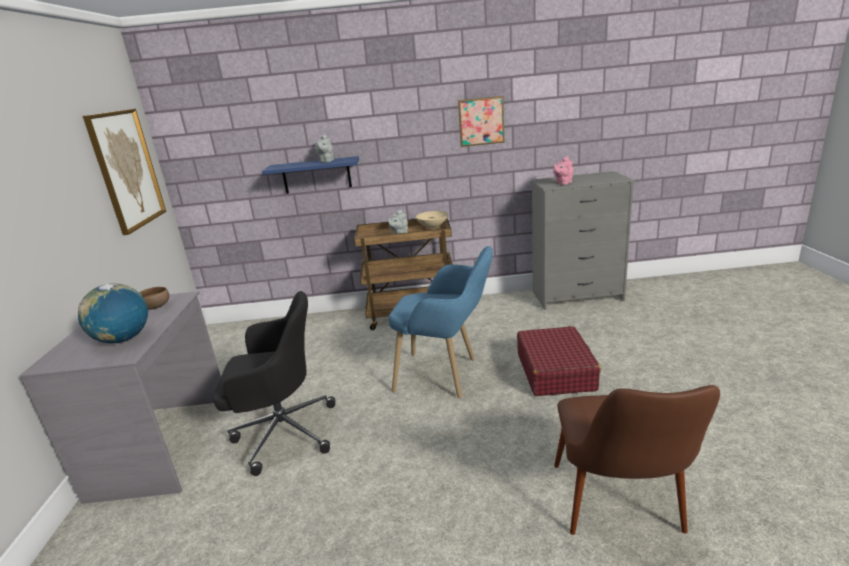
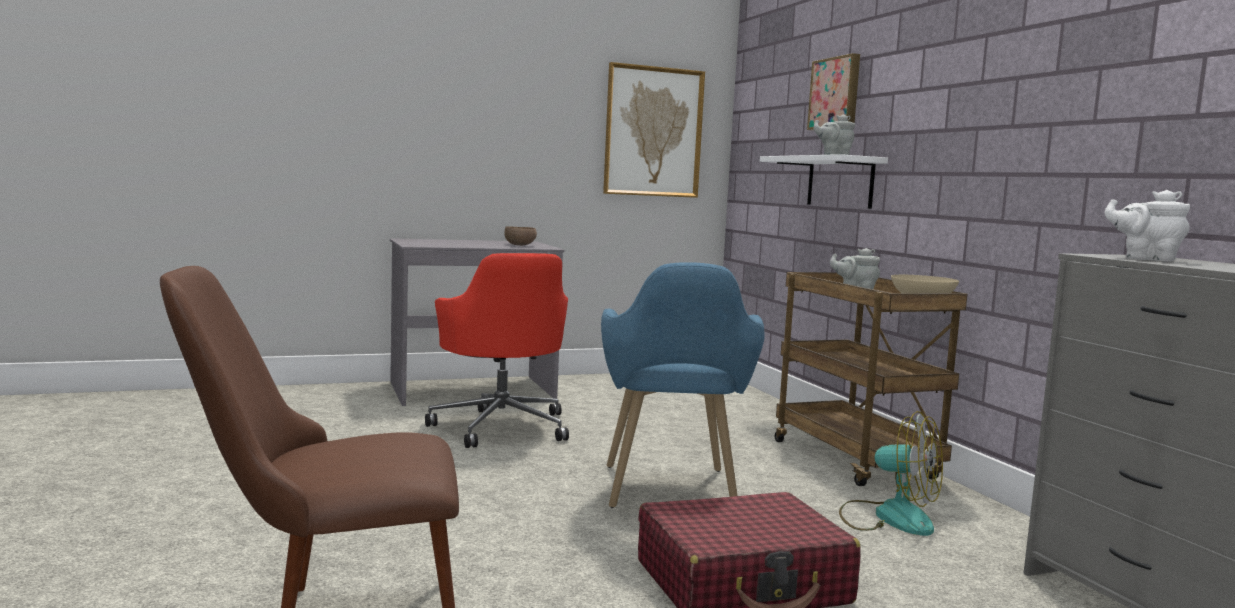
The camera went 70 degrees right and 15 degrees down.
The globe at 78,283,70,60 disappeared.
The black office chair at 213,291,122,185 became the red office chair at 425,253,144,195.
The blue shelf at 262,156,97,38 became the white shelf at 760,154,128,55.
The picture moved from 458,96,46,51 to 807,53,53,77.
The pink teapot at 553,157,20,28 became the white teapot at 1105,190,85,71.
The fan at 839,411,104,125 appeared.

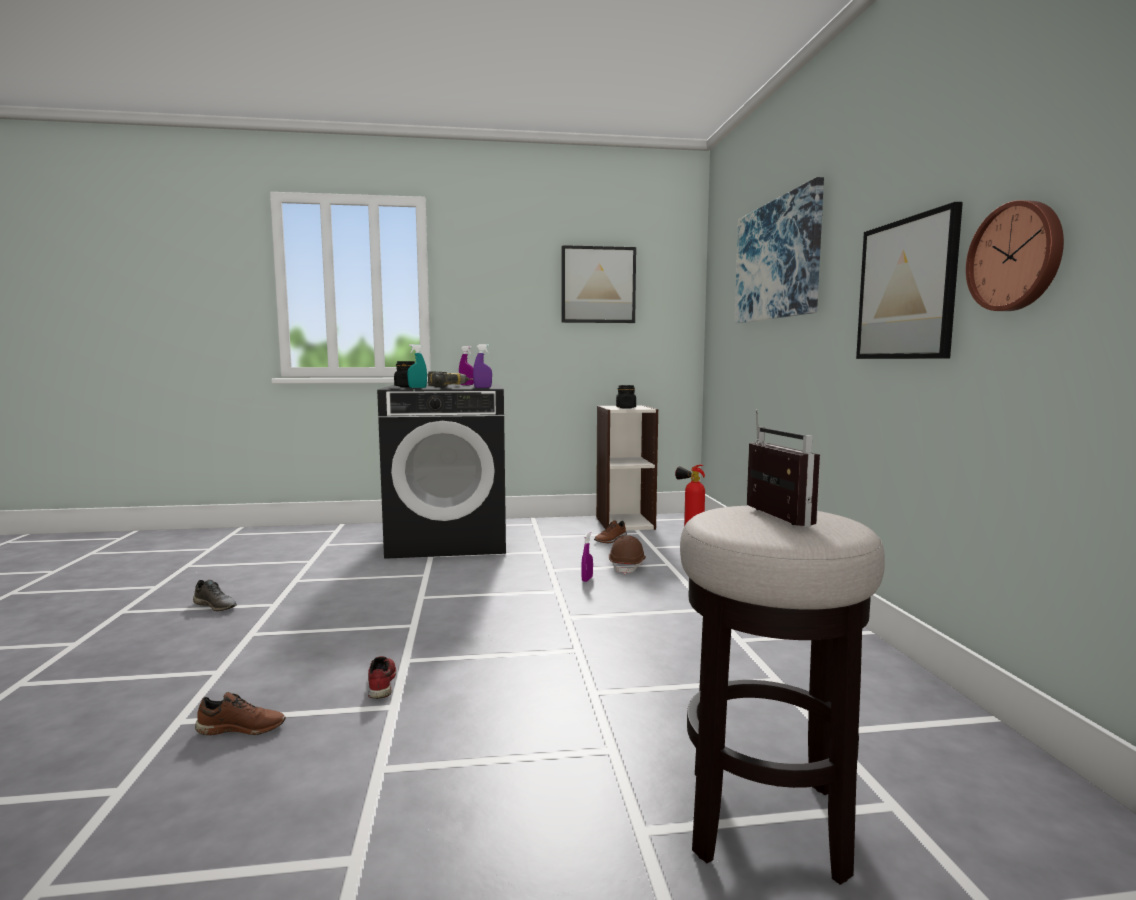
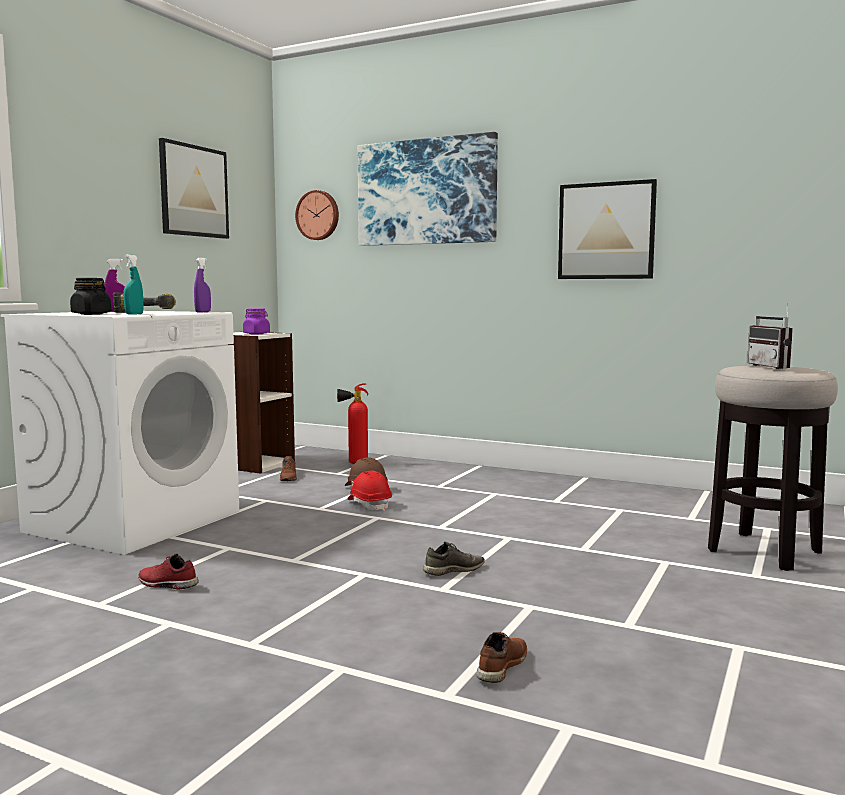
The camera went 55 degrees left and 0 degrees up.
The grey shoe moved from 193,580,44,31 to 423,541,62,35.
The red shoe moved from 368,656,28,43 to 138,553,60,37.
The black washing machine at 377,384,129,175 became the white washing machine at 1,311,238,244.
The purple spray bottle at 581,531,12,51 was replaced by the red hard hat at 348,471,44,40.
The black jar at 616,385,20,24 became the purple jar at 243,308,27,26.
The radio at 747,409,73,118 turned 120 degrees counterclockwise.
The wall clock moved from 966,200,98,111 to 295,190,44,50.

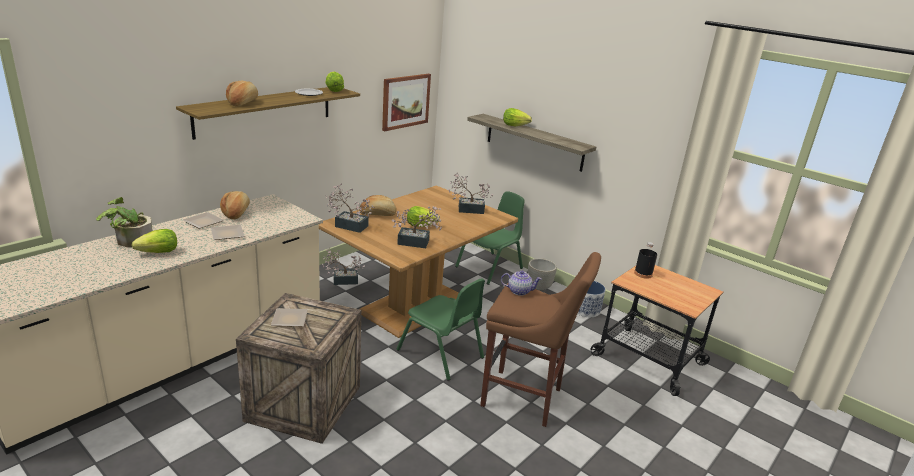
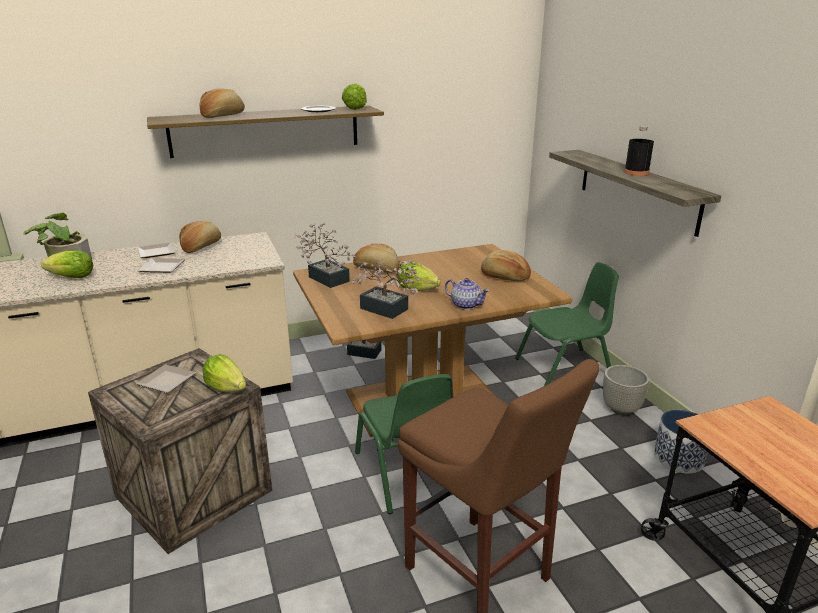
The camera went 30 degrees right and 0 degrees up.
The picture at 382,74,49,57 disappeared.
The potted plant at 449,172,44,42 was replaced by the bread at 481,250,50,31.
The teapot moved from 501,270,41,26 to 445,278,45,32.
The lettuce moved from 503,108,29,18 to 203,354,43,38.
The black bottle moved from 634,242,23,37 to 624,126,30,50.

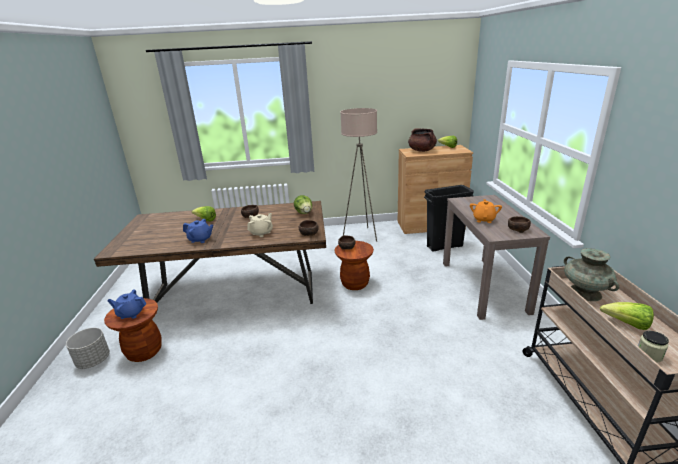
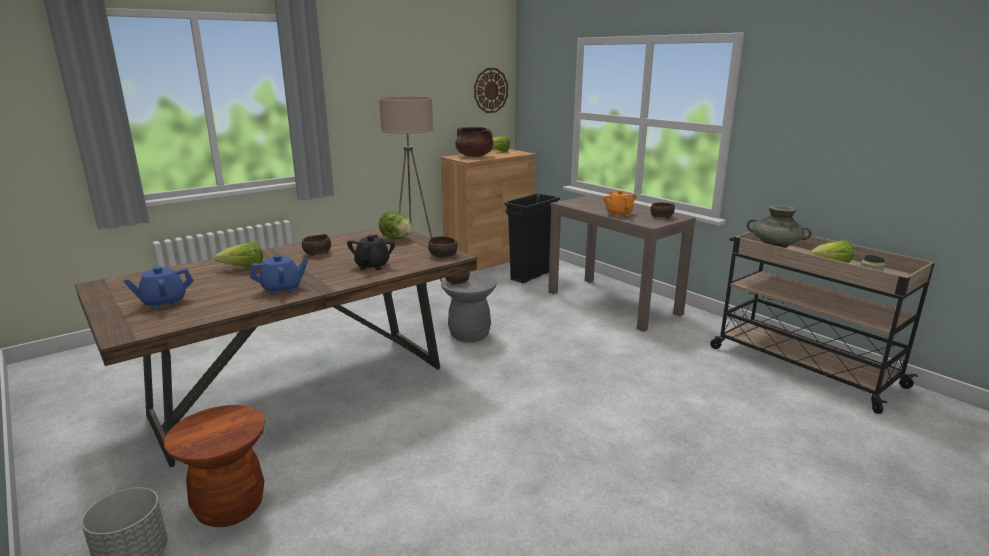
The camera went 35 degrees left and 5 degrees down.
The blue teapot moved from 107,289,40,30 to 123,267,71,42.
The beige teapot at 247,213,26,24 became the black teapot at 347,235,48,35.
The brown stool at 335,241,39,49 became the grey stool at 441,273,56,69.
The wall clock at 474,68,34,45 appeared.

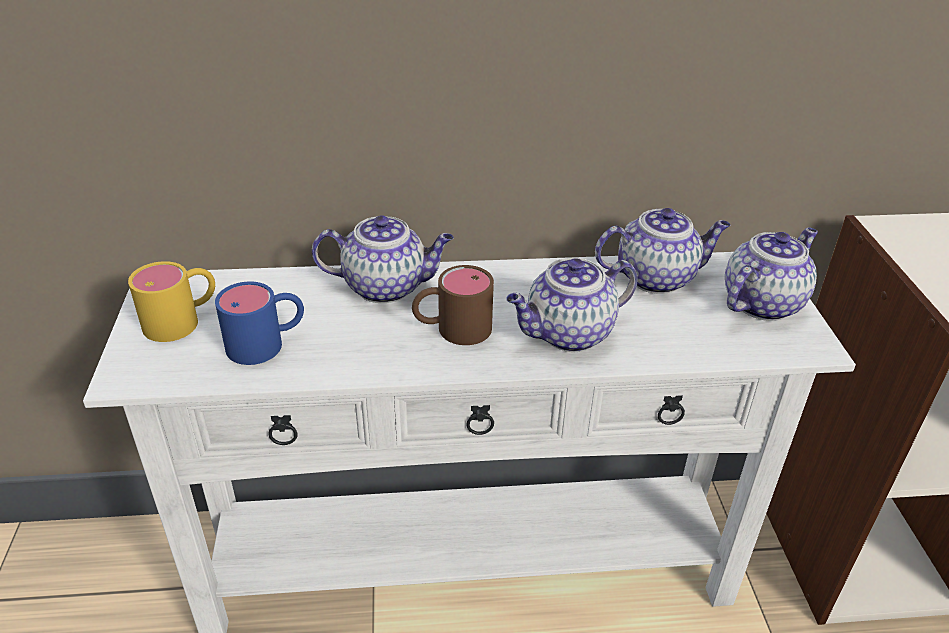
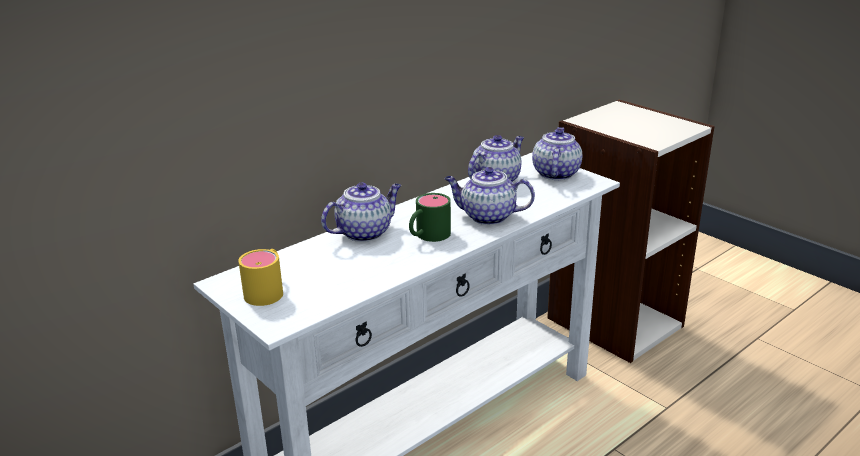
The camera went 35 degrees left and 10 degrees down.
The blue mug at 215,281,89,84 disappeared.
The brown mug at 412,265,82,80 became the green mug at 409,193,42,49.
The teapot at 506,258,131,94 turned 75 degrees clockwise.

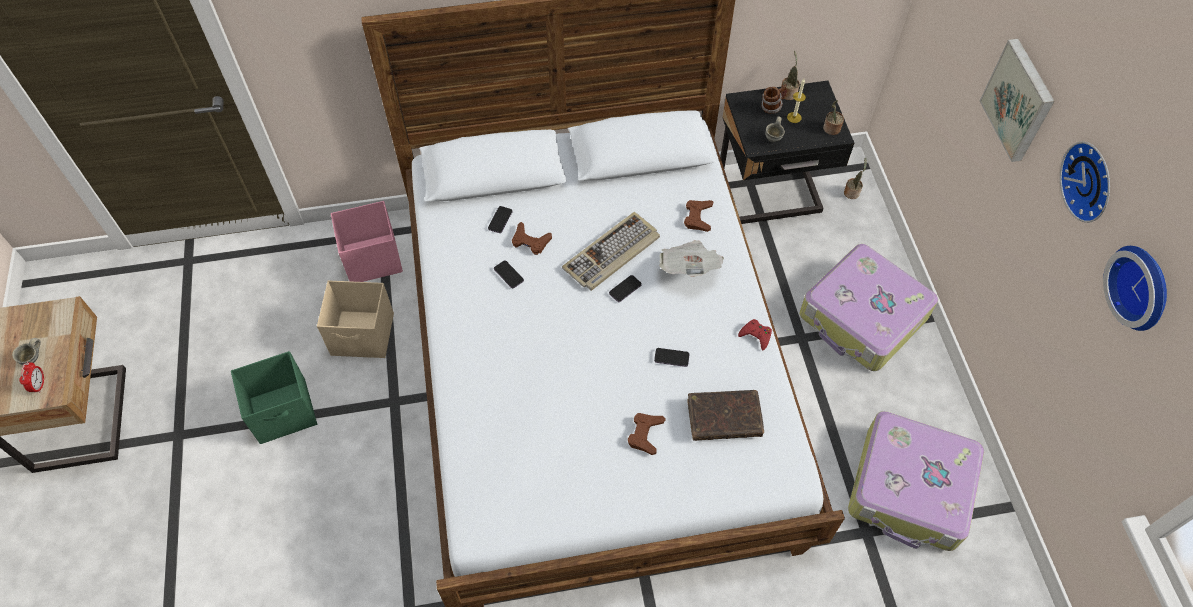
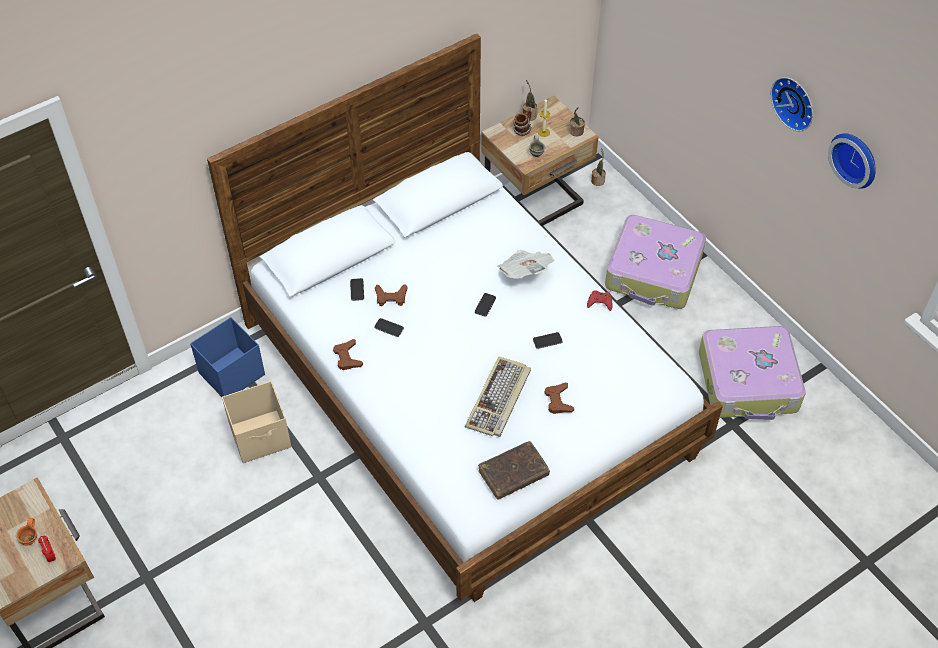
The camera went 25 degrees left and 5 degrees down.
The grey mug at 12,338,29,27 became the orange mug at 16,518,21,28.
The green storage box at 231,351,86,93 disappeared.
The pink storage box at 331,201,72,81 became the blue storage box at 190,317,75,80.
The keyboard moved from 562,212,98,79 to 465,357,66,80.
The brown game controller moved from 684,200,30,32 to 333,339,30,31.
The brown book moved from 688,390,76,51 to 478,441,72,59.
The black nightstand at 720,81,134,143 became the beige nightstand at 481,96,118,131.
The picture at 980,39,75,123 disappeared.

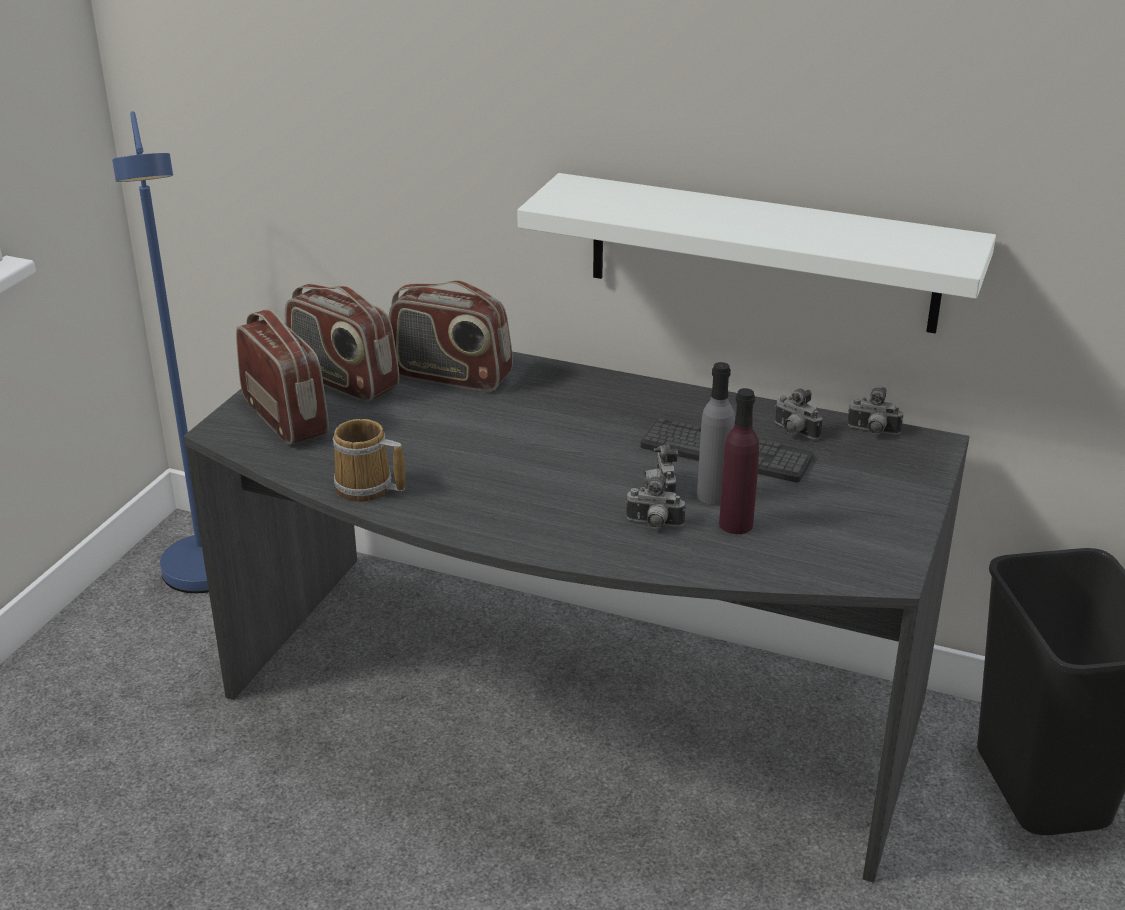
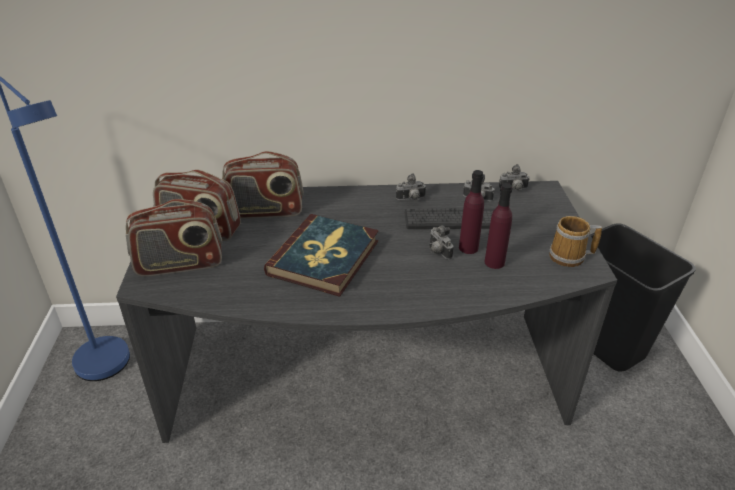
The camera went 25 degrees left and 5 degrees up.
The radio at 236,310,93,135 turned 135 degrees clockwise.
The mug moved from 333,419,73,83 to 549,216,53,51.
The white shelf at 517,173,479,161 disappeared.
The photo camera moved from 625,475,60,53 to 396,173,30,28.
The grey bottle at 697,362,38,143 became the purple bottle at 459,170,25,84.
The book at 264,214,115,83 appeared.

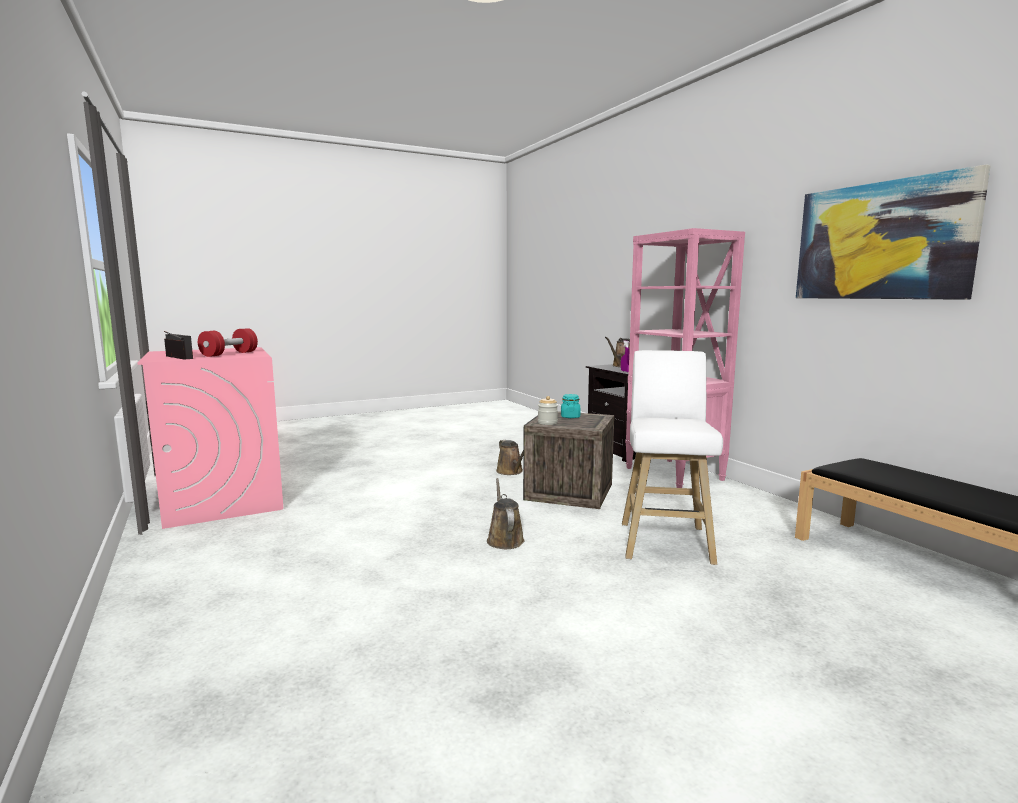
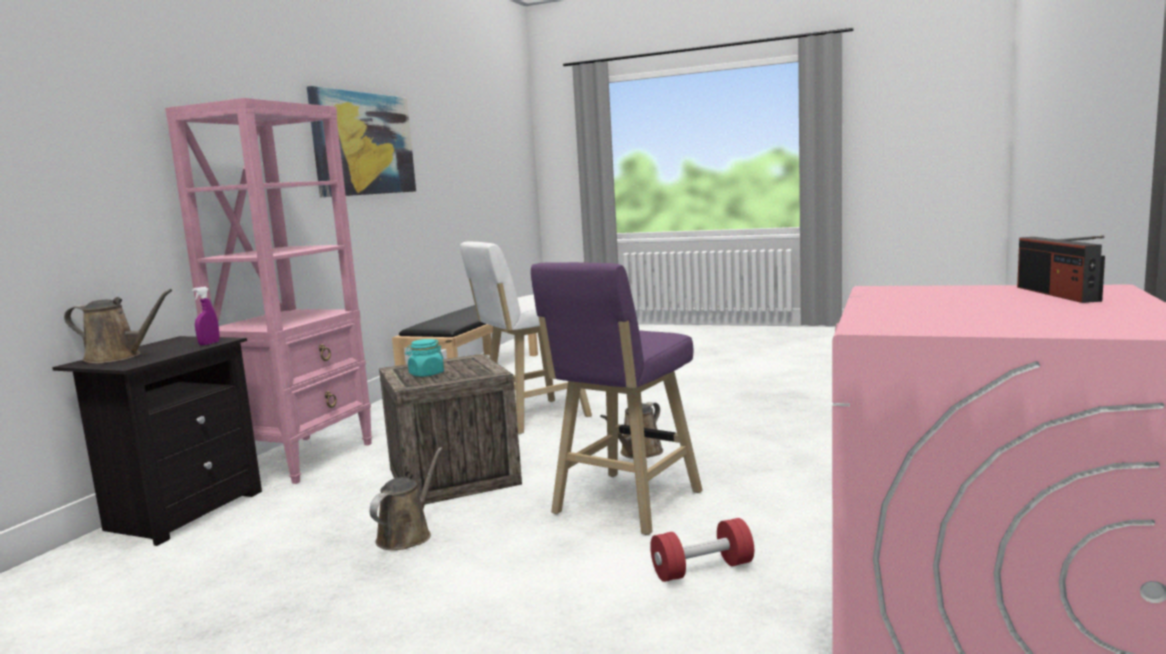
The camera went 130 degrees left and 0 degrees up.
The red dumbbell moved from 198,328,60,29 to 650,518,104,64.
The jar at 538,396,20,29 disappeared.
The purple stool at 531,262,172,273 appeared.

